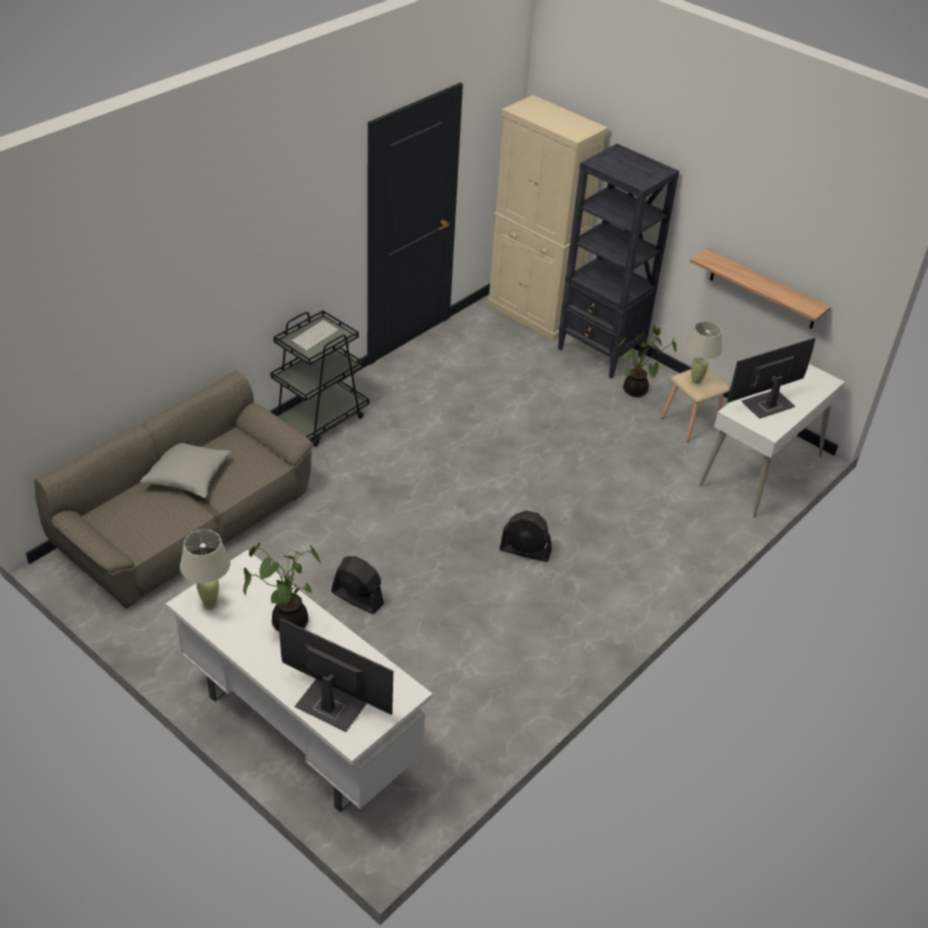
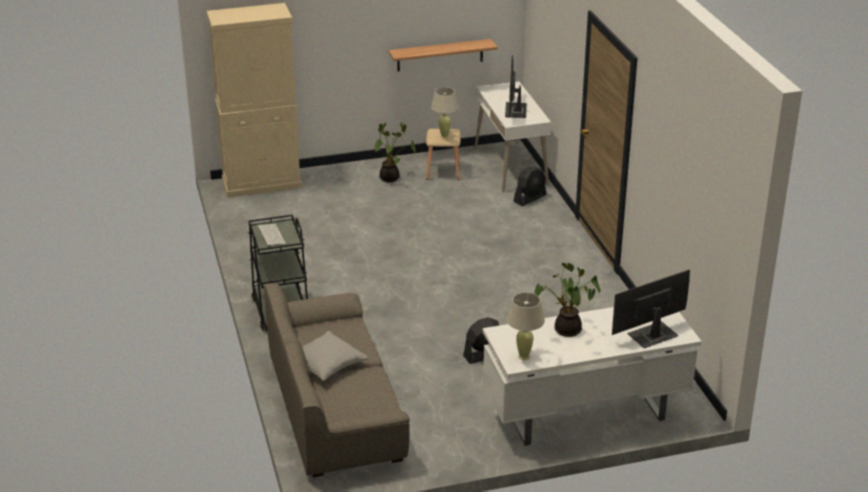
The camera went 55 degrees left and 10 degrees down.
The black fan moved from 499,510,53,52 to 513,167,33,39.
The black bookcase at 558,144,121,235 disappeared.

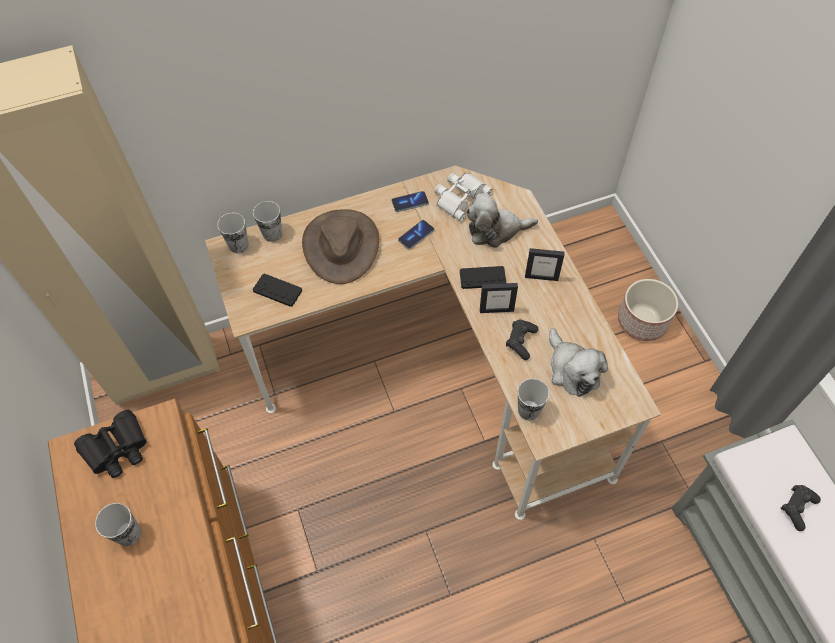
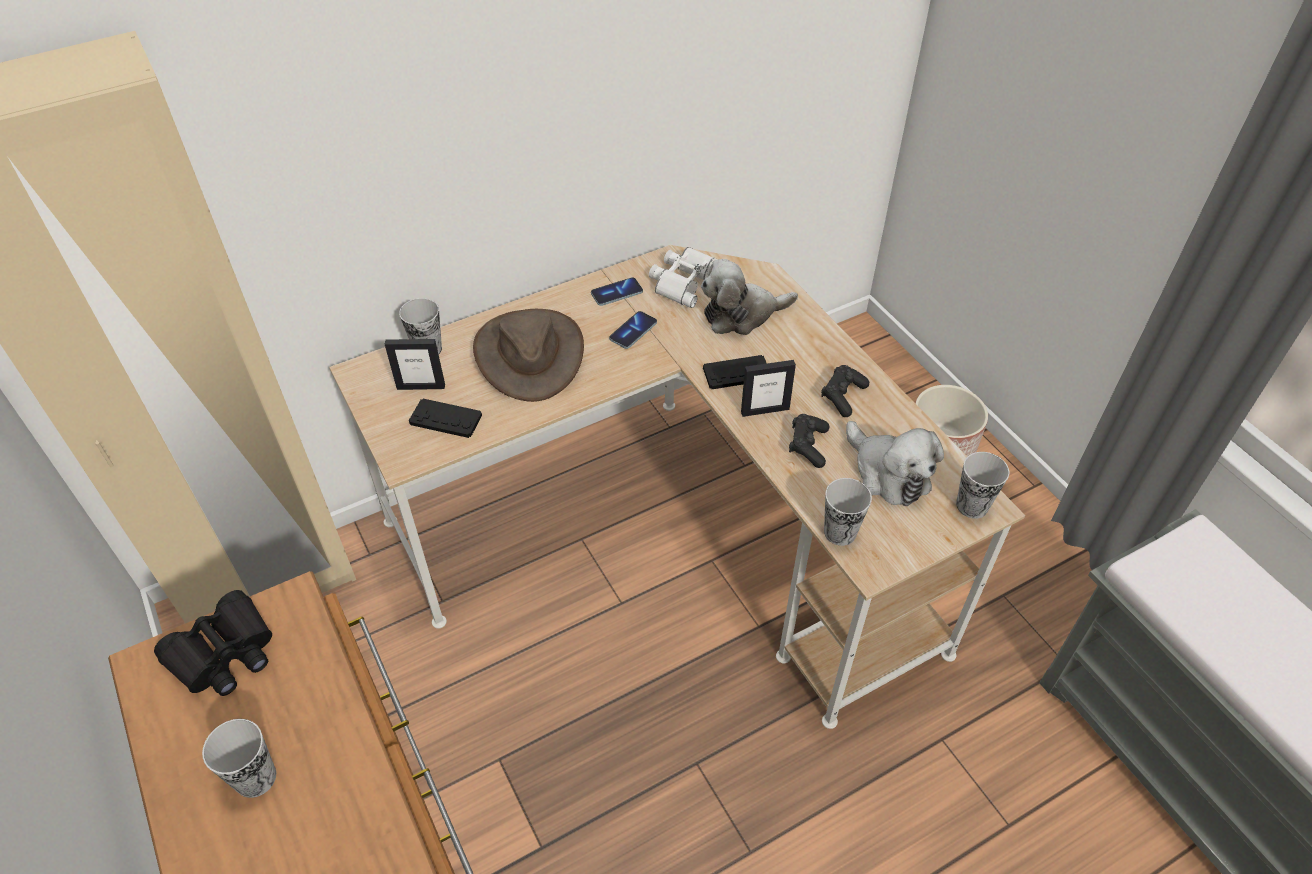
The camera went 10 degrees left and 10 degrees down.
The cup moved from 217,213,32,41 to 956,452,53,67.
The picture frame moved from 525,248,39,33 to 385,339,60,51.
The black game controller moved from 781,485,40,46 to 821,365,48,52.

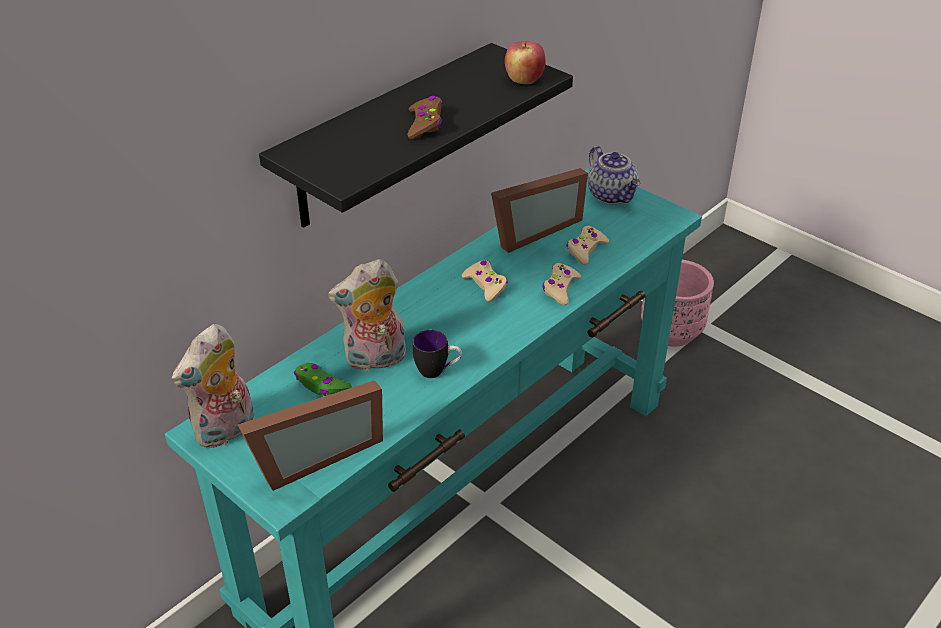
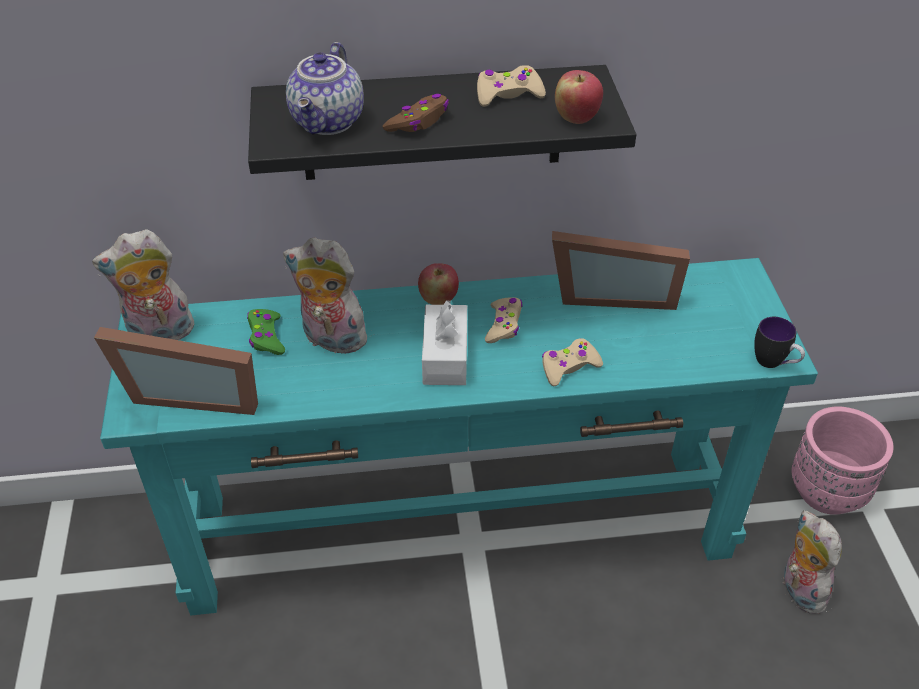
The camera went 40 degrees right and 5 degrees up.
The mug moved from 413,330,49,48 to 754,317,51,51.
The beige game controller moved from 566,226,43,39 to 477,65,69,42.
The teapot moved from 588,146,52,58 to 286,42,78,93.
The apple at 418,263,41,42 appeared.
The white tissue box at 422,300,45,85 appeared.
The plush toy at 781,510,61,104 appeared.

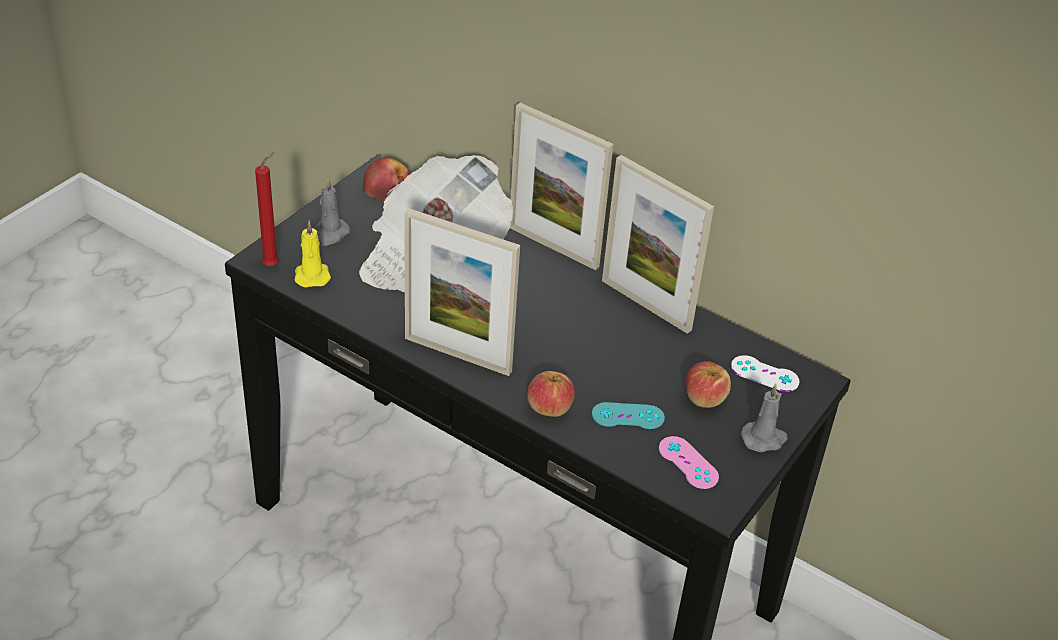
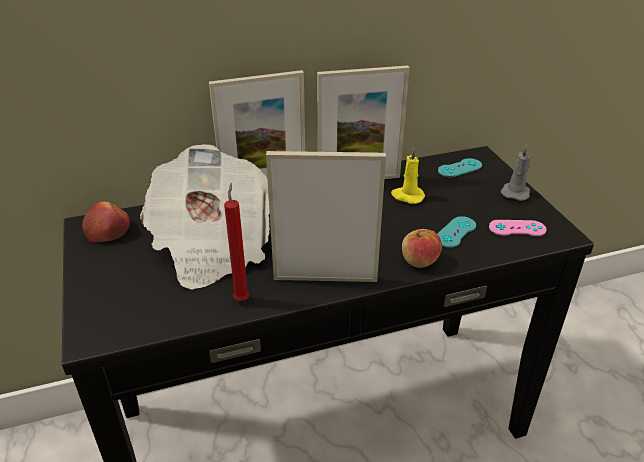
The camera went 50 degrees left and 5 degrees down.
The red candle moved from 255,153,24,113 to 224,183,25,118.
The yellow candle moved from 295,221,36,67 to 391,148,34,56.
The grey candle at 314,178,36,68 disappeared.
The picture frame at 404,208,116,168 turned 150 degrees counterclockwise.
The apple at 686,361,45,47 disappeared.
The white game controller at 731,355,68,37 became the turquoise game controller at 438,158,44,19.

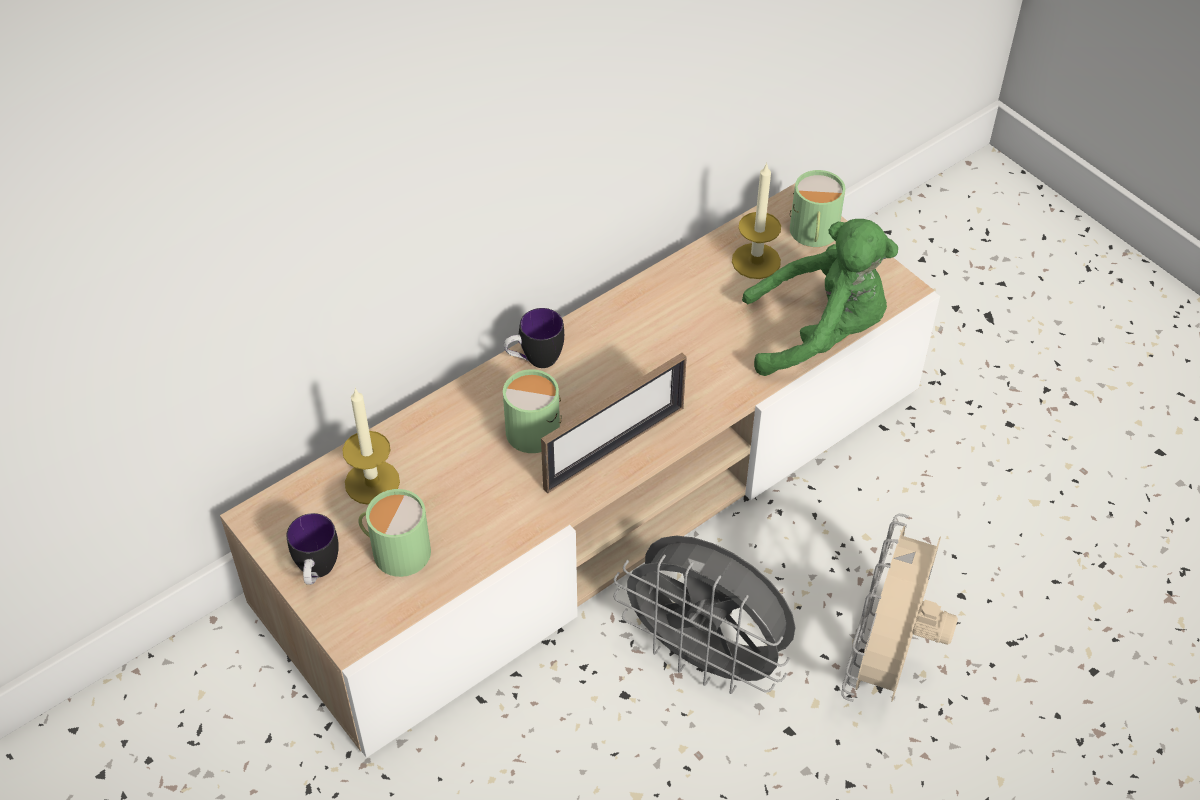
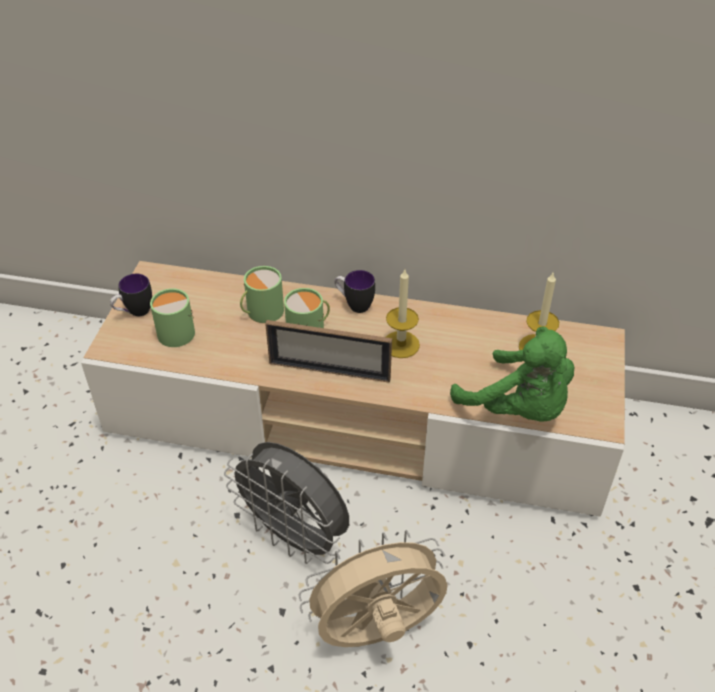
The camera went 50 degrees right and 5 degrees down.
The candle moved from 342,387,58,118 to 386,270,34,88.
The grey fan at 613,536,183,158 turned 45 degrees counterclockwise.
The green mug moved from 790,170,55,77 to 240,266,44,57.

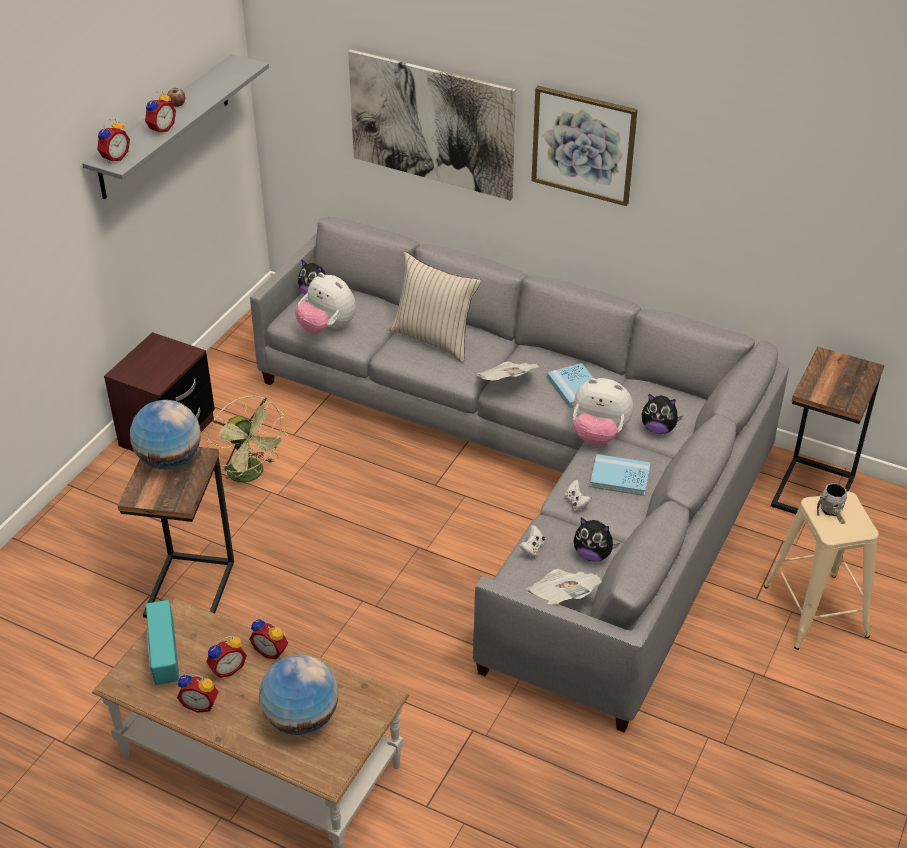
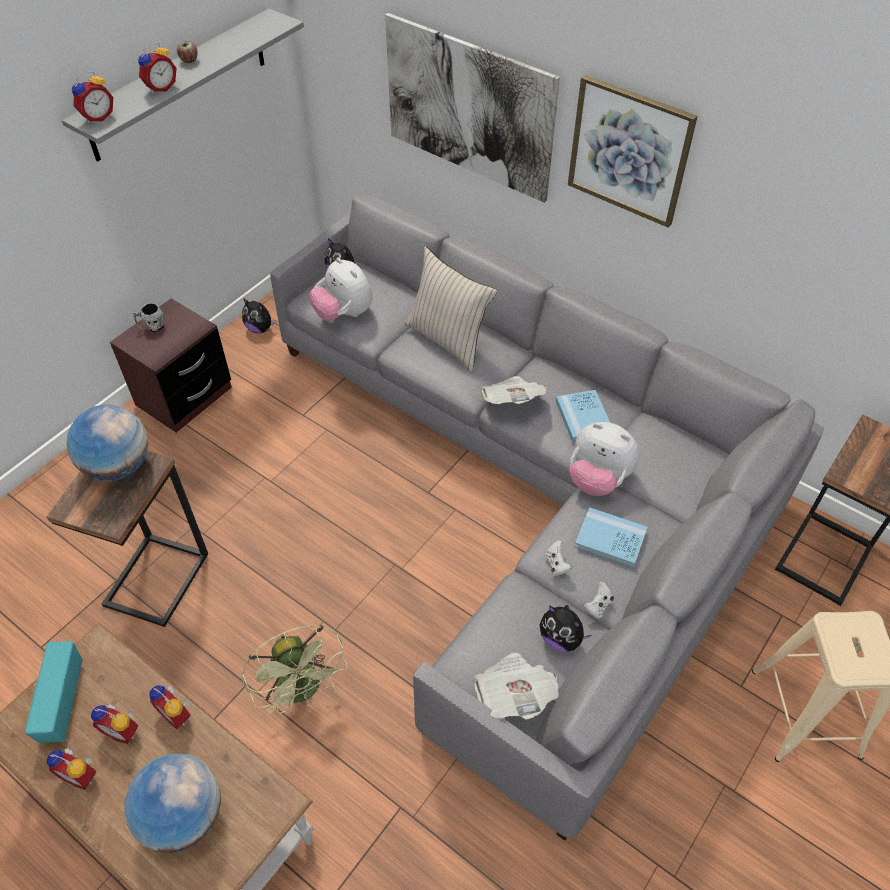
The camera went 10 degrees right and 10 degrees up.
The alarm clock at 206,636,41,42 turned 45 degrees clockwise.
The green fan moved from 207,396,81,96 to 242,625,106,90.
The white game controller moved from 519,525,26,32 to 584,582,30,37.
The plush toy moved from 642,394,41,40 to 242,298,35,35.
The grey mug moved from 817,483,30,33 to 132,303,32,29.

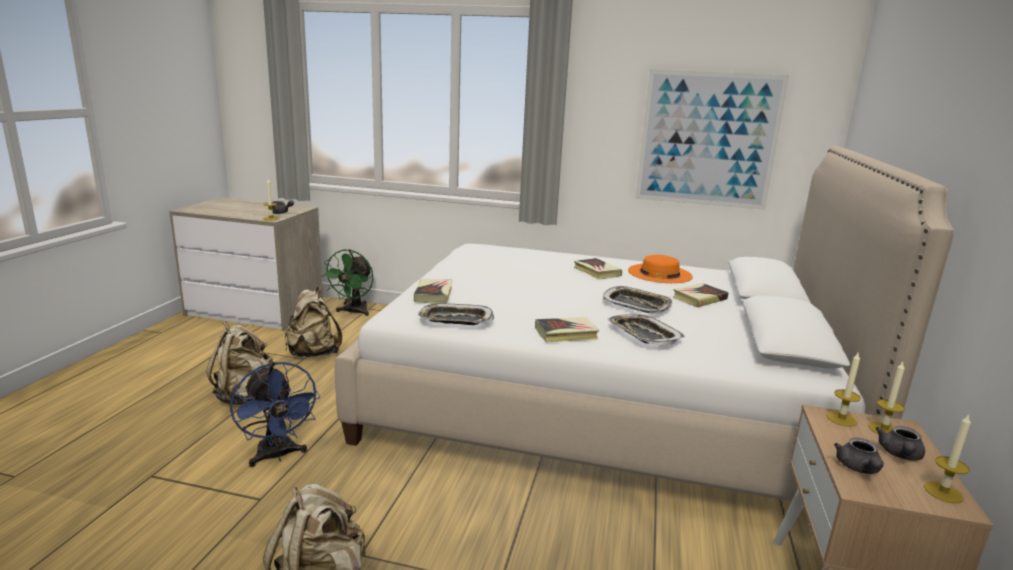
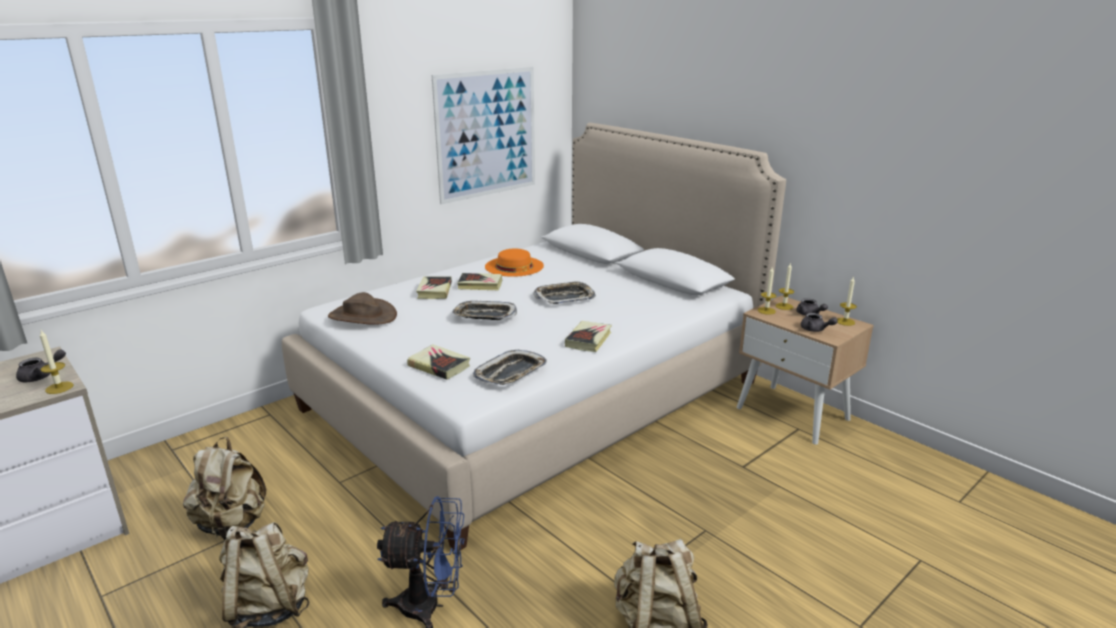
The camera went 55 degrees left and 5 degrees up.
The green fan at 322,249,52,67 disappeared.
The tray moved from 607,314,78,31 to 452,301,65,19.
The book moved from 673,283,56,24 to 416,276,36,23.
The brown hat at 328,292,69,33 appeared.

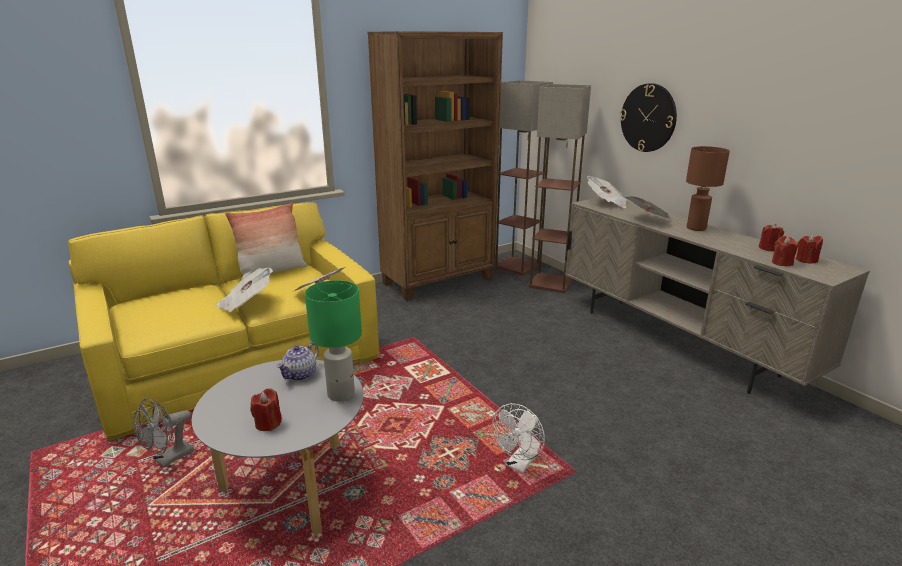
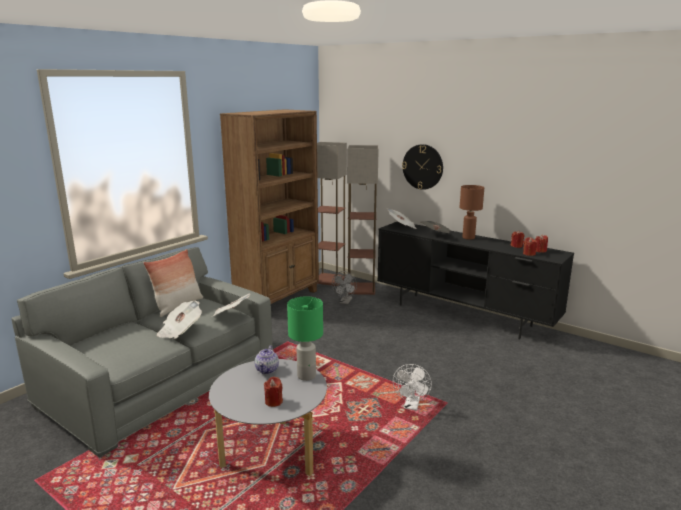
The camera went 20 degrees left and 5 degrees down.
The yellow sofa at 68,203,312,238 became the grey sofa at 11,247,262,211.
The grey fan moved from 133,398,61,69 to 332,271,25,33.
The beige tv stand at 565,197,305,197 became the black tv stand at 377,221,197,119.

